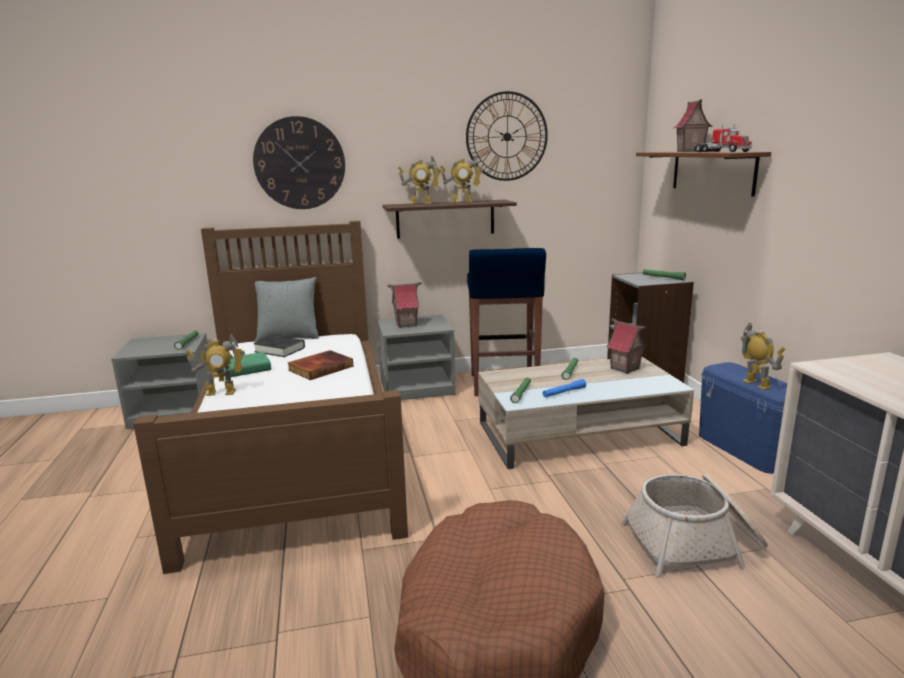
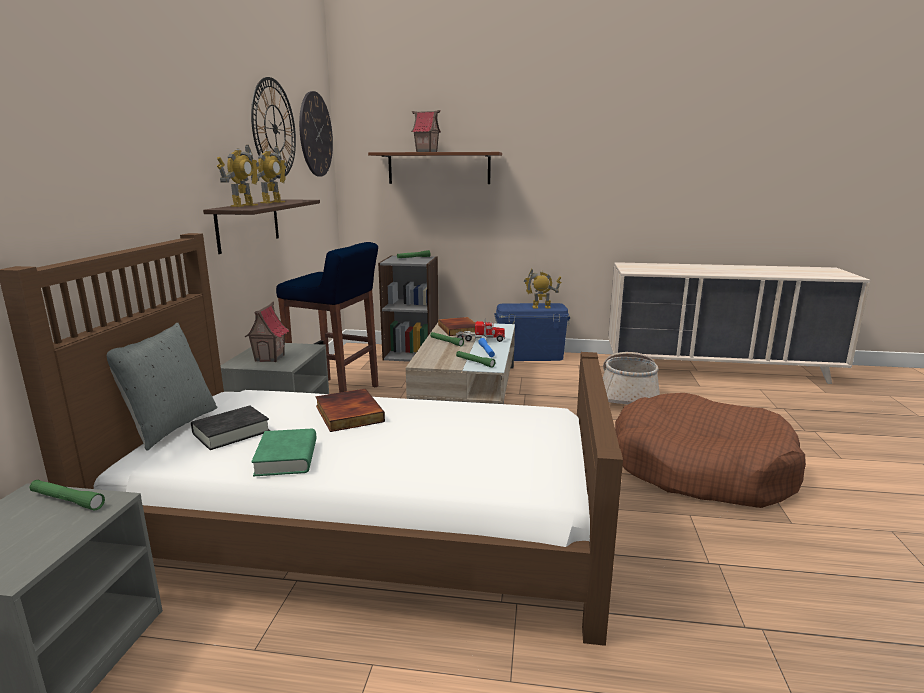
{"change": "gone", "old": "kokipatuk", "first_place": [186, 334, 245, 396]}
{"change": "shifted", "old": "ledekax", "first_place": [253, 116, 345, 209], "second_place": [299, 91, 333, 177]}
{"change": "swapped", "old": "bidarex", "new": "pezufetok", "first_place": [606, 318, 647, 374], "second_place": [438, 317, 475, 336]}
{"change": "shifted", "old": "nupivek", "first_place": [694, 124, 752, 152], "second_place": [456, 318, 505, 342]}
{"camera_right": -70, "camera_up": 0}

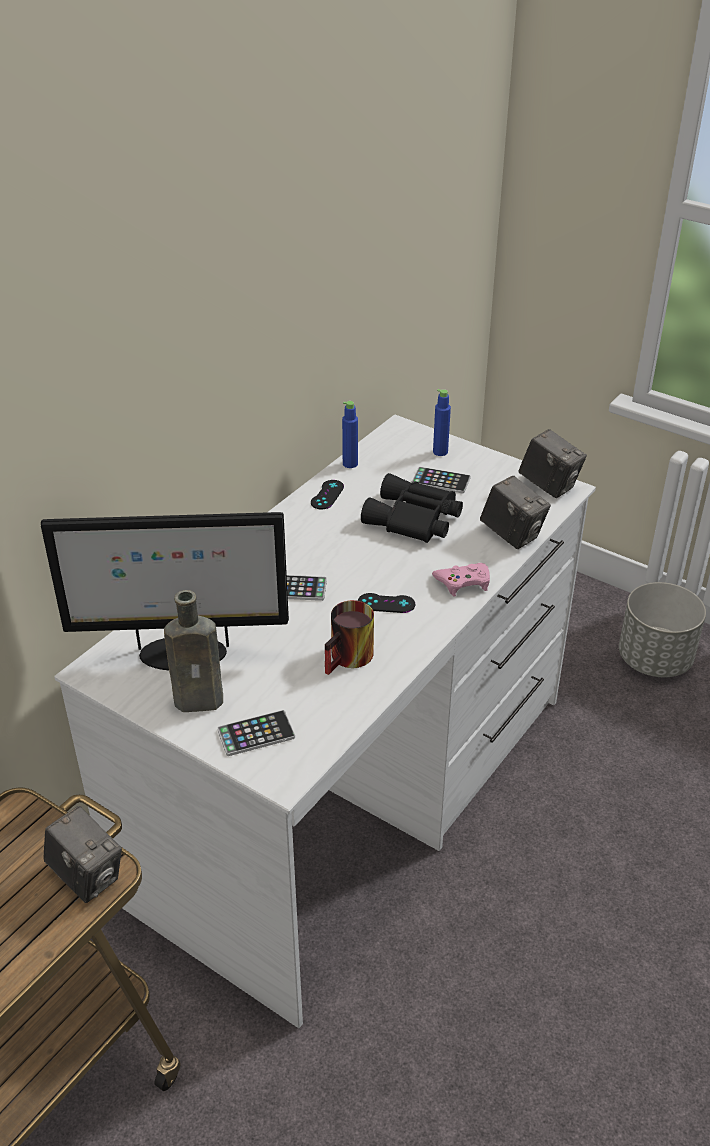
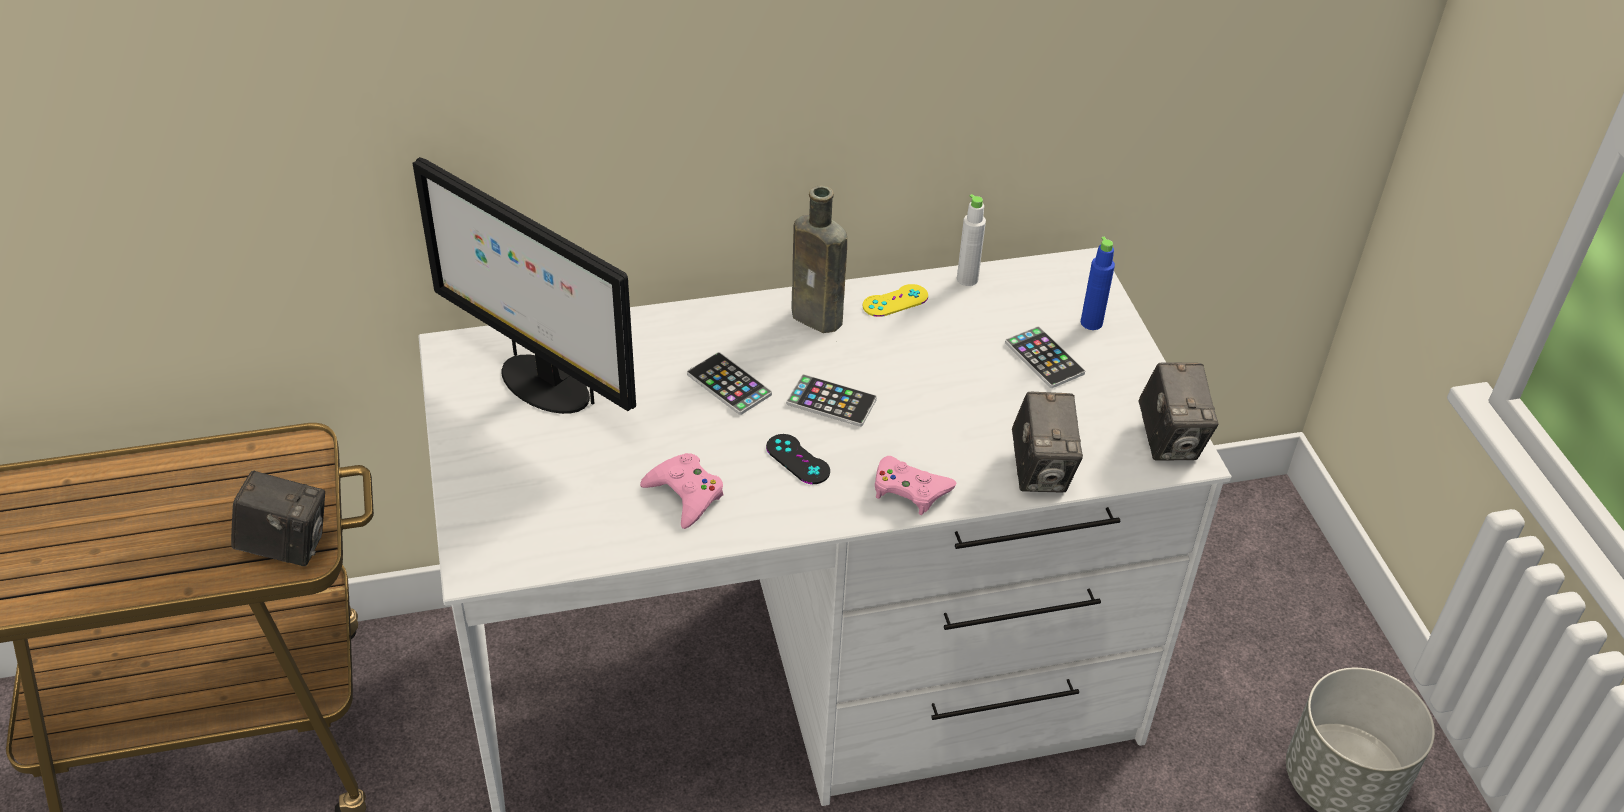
{"change": "rotated", "old": "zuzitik", "first_place": [43, 806, 122, 903], "second_place": [231, 470, 325, 566], "degrees": -75}
{"change": "shifted", "old": "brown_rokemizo", "first_place": [164, 590, 223, 712], "second_place": [791, 186, 847, 333]}
{"change": "shifted", "old": "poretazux", "first_place": [217, 710, 295, 756], "second_place": [786, 374, 877, 427]}
{"change": "repainted", "old": "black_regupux", "new": "yellow_regupux", "first_place": [311, 480, 344, 509], "second_place": [863, 284, 928, 317]}
{"change": "swapped", "old": "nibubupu", "new": "pink_regupux", "first_place": [325, 600, 374, 675], "second_place": [640, 453, 724, 529]}
{"change": "repainted", "old": "blue_rokemizo", "new": "white_rokemizo", "first_place": [342, 401, 358, 468], "second_place": [957, 194, 986, 286]}
{"change": "gone", "old": "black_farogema", "first_place": [361, 473, 463, 543]}
{"camera_right": 40, "camera_up": 5}

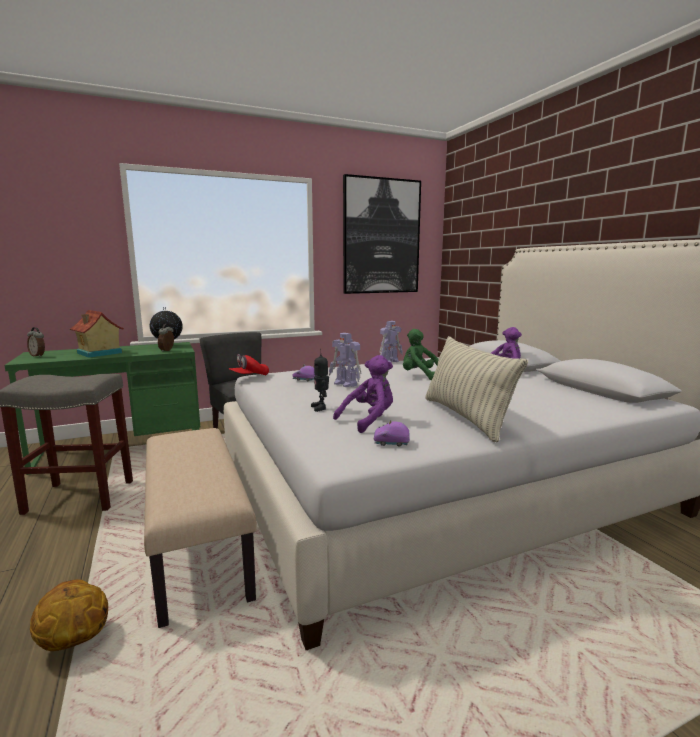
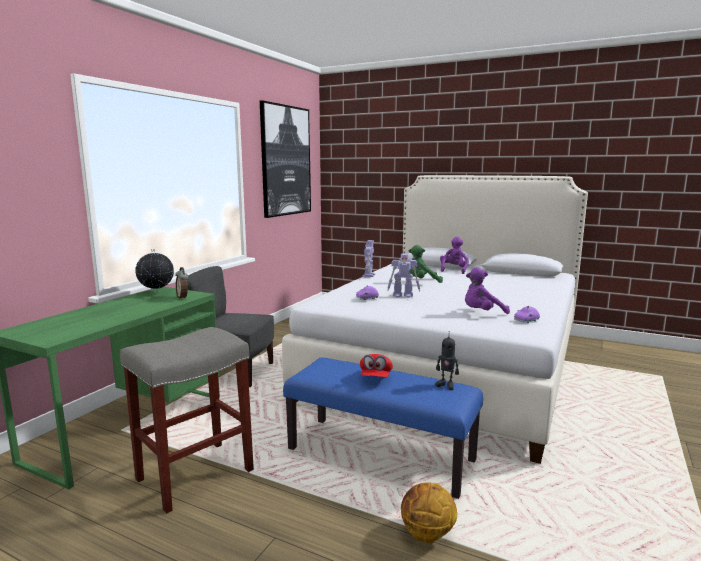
{"change": "gone", "old": "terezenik", "first_place": [27, 327, 45, 357]}
{"change": "gone", "old": "bidarex", "first_place": [70, 310, 124, 358]}
{"change": "repainted", "old": "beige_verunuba", "new": "blue_verunuba", "first_place": [144, 428, 257, 628], "second_place": [283, 358, 483, 499]}
{"change": "shifted", "old": "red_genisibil", "first_place": [229, 354, 269, 375], "second_place": [360, 354, 393, 377]}
{"change": "shifted", "old": "kokipatuk", "first_place": [311, 355, 329, 412], "second_place": [435, 331, 459, 390]}
{"change": "rotated", "old": "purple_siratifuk", "first_place": [333, 355, 393, 433], "second_place": [465, 267, 510, 314], "degrees": -120}
{"change": "gone", "old": "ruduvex", "first_place": [425, 336, 528, 442]}
{"camera_right": -40, "camera_up": 0}

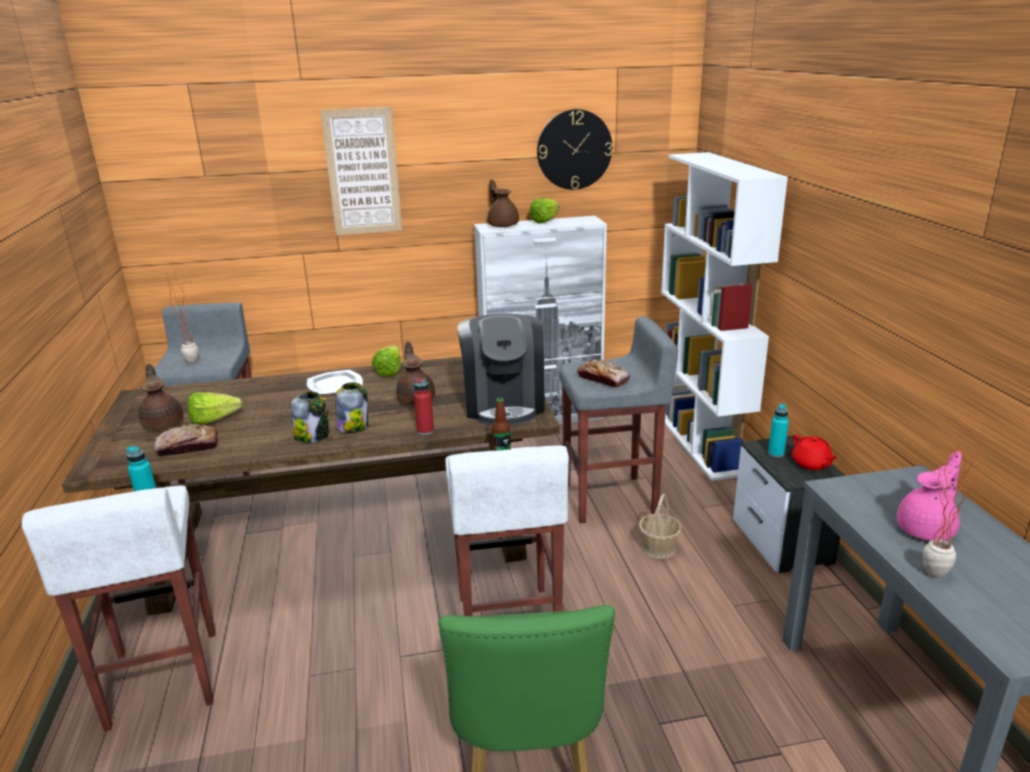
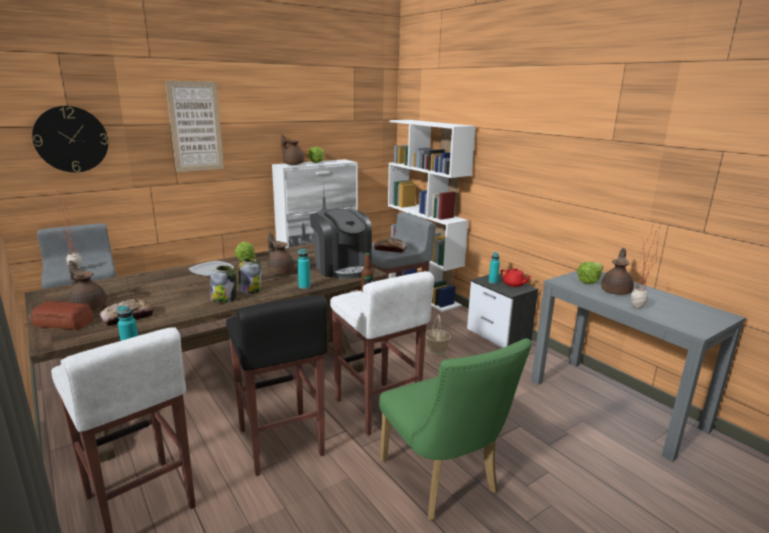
{"change": "shifted", "old": "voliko", "first_place": [187, 392, 243, 425], "second_place": [577, 262, 603, 284]}
{"change": "repainted", "old": "red_rokemizo", "new": "turquoise_rokemizo", "first_place": [414, 378, 434, 435], "second_place": [298, 249, 310, 289]}
{"change": "shifted", "old": "ledekax", "first_place": [537, 109, 612, 190], "second_place": [32, 106, 108, 172]}
{"change": "repainted", "old": "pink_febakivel", "new": "brown_febakivel", "first_place": [897, 451, 962, 541], "second_place": [601, 248, 634, 295]}
{"change": "new", "new": "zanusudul", "second_place": [31, 301, 94, 330]}
{"change": "new", "new": "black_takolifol", "second_place": [226, 295, 327, 476]}
{"camera_right": -25, "camera_up": -5}

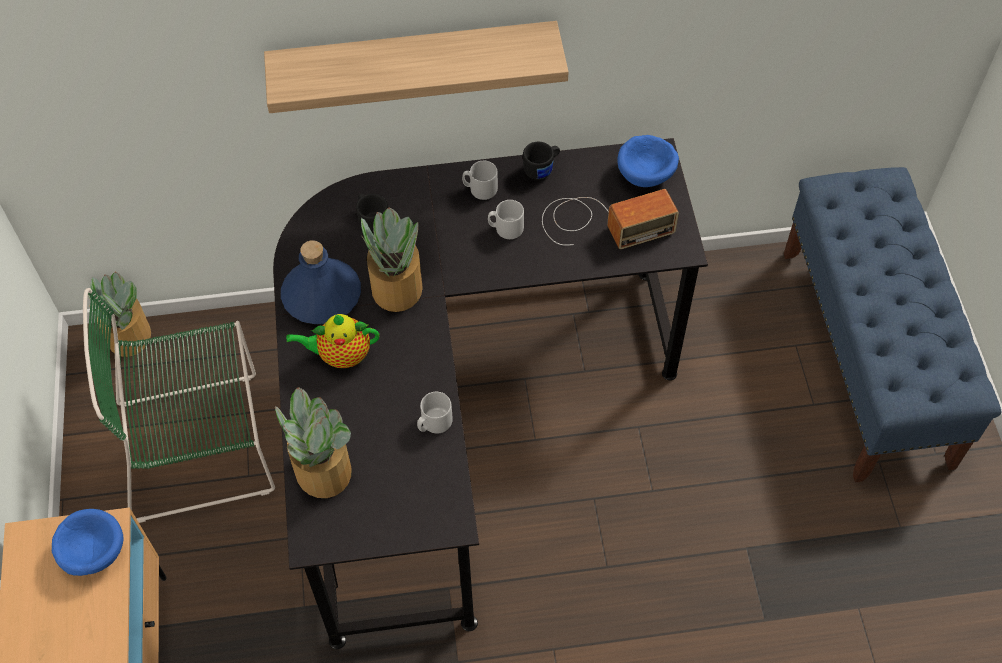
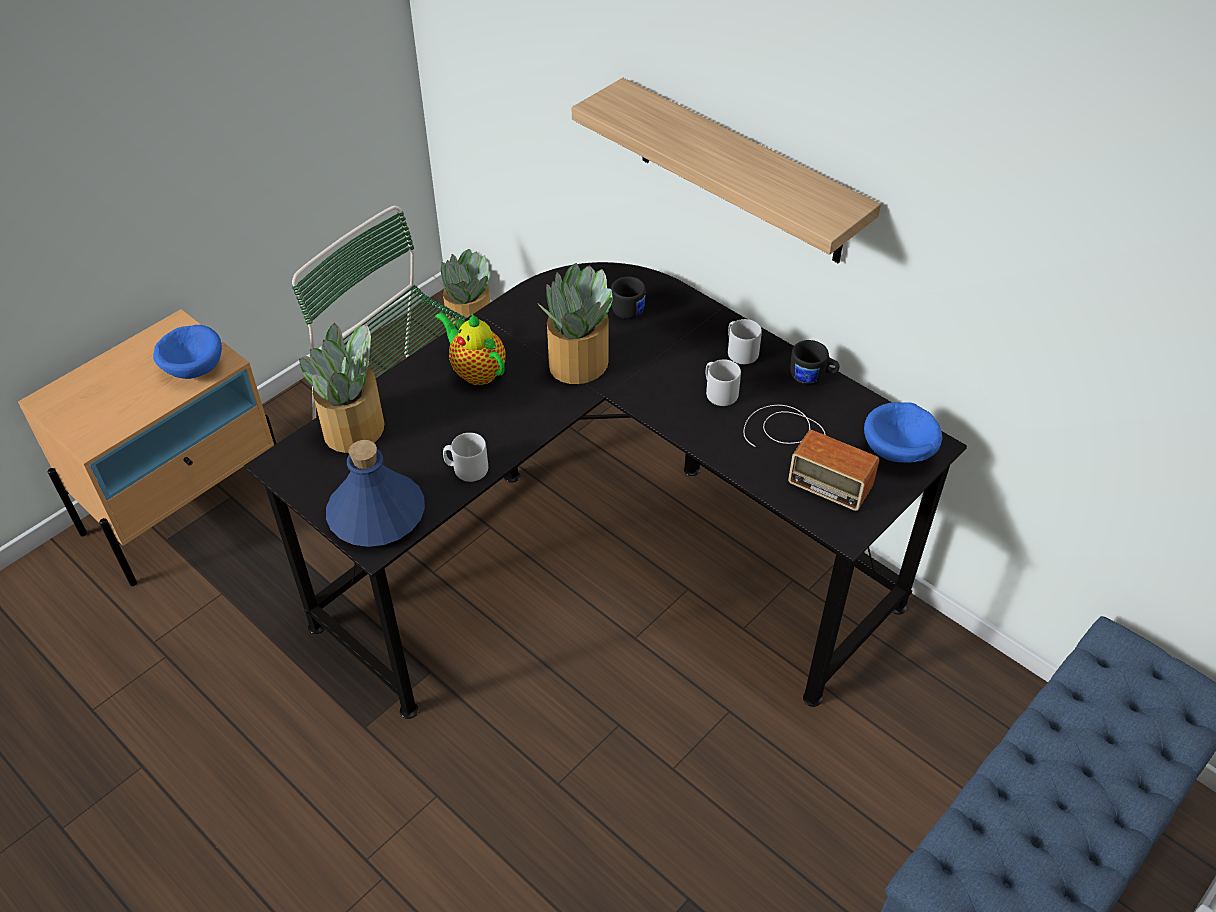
{"change": "shifted", "old": "blue_rokemizo", "first_place": [281, 240, 361, 324], "second_place": [326, 440, 425, 547]}
{"camera_right": 50, "camera_up": -10}

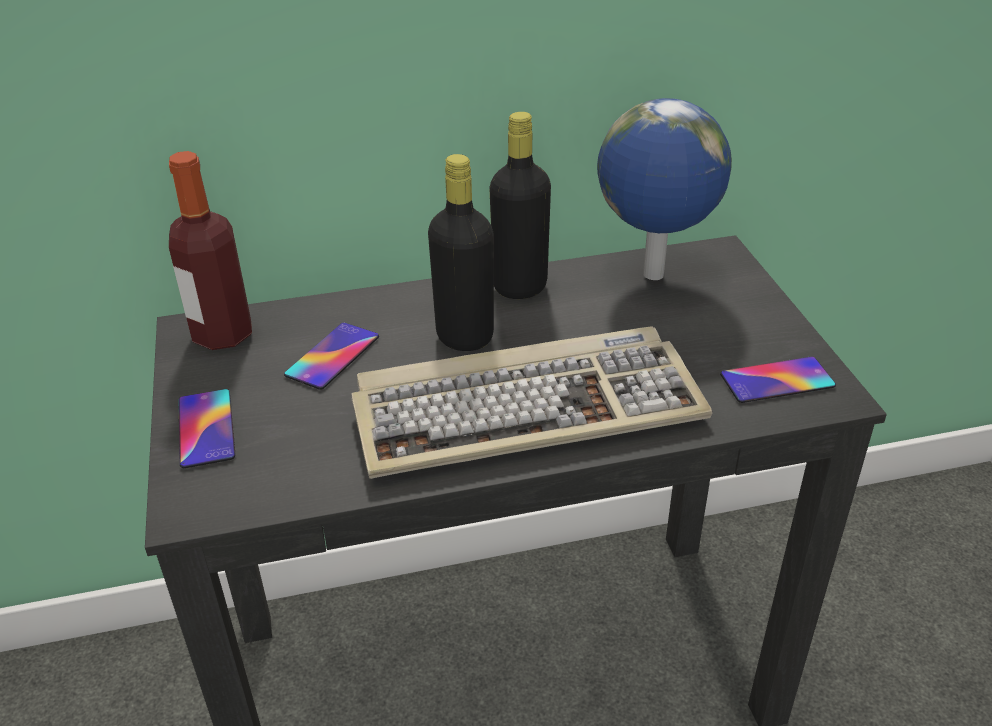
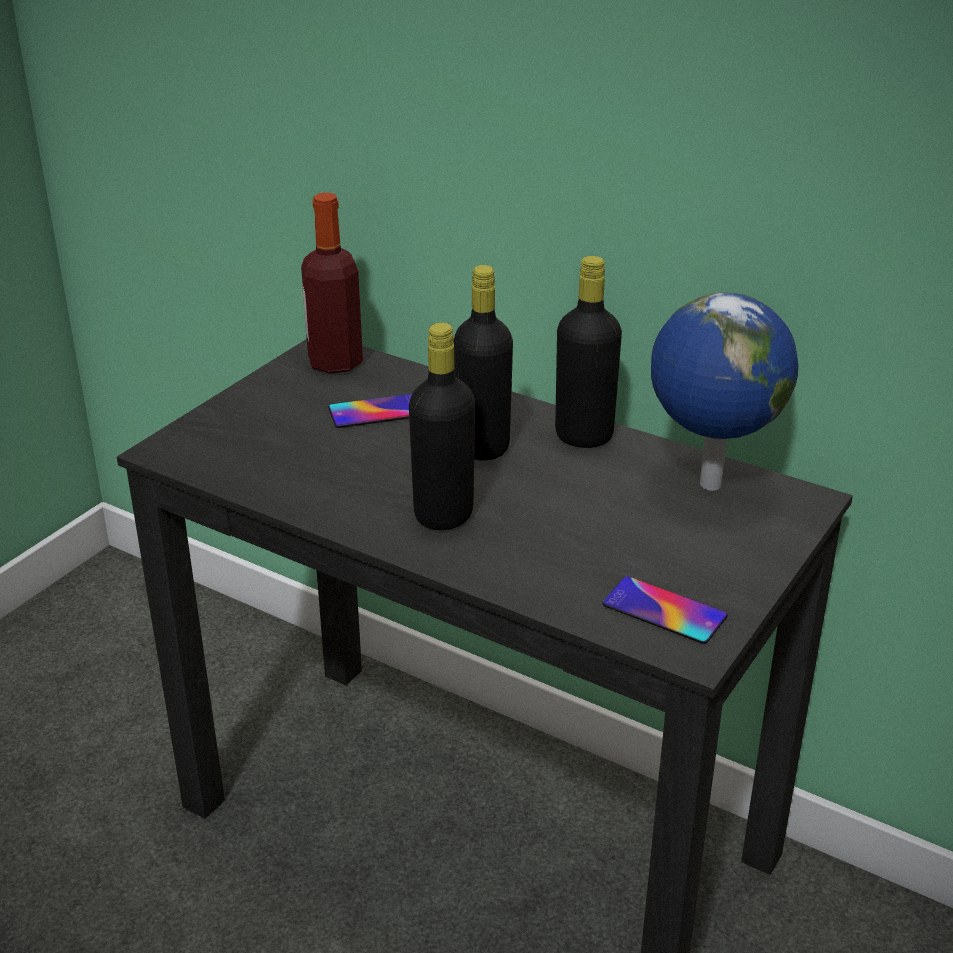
{"change": "gone", "old": "poretazux", "first_place": [178, 389, 235, 468]}
{"change": "swapped", "old": "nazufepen", "new": "black_rokemizo", "first_place": [352, 326, 713, 479], "second_place": [409, 323, 475, 530]}
{"camera_right": 45, "camera_up": -5}

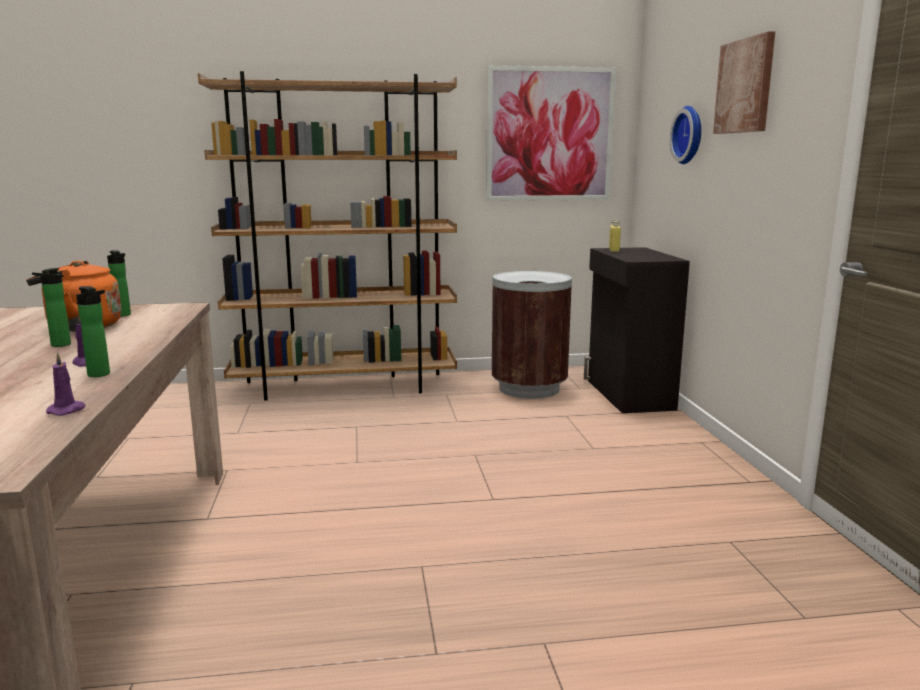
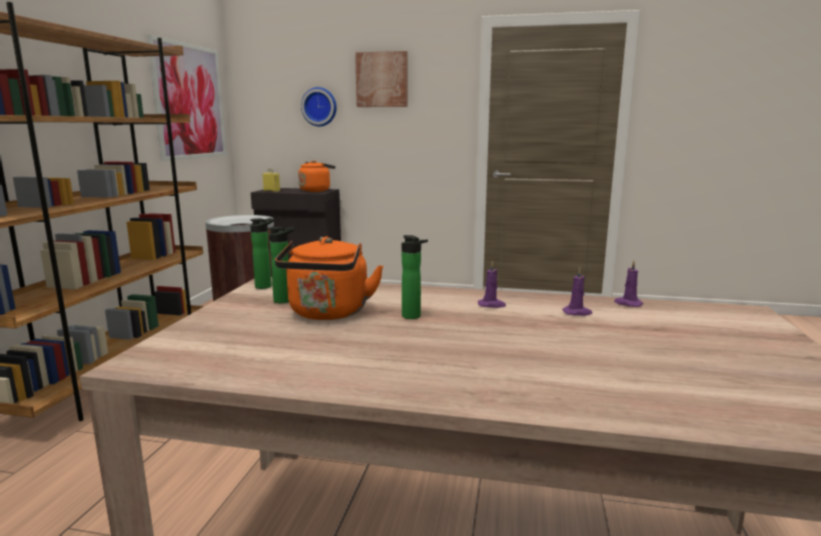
{"change": "shifted", "old": "rokemizo", "first_place": [76, 286, 110, 377], "second_place": [250, 218, 274, 289]}
{"change": "new", "new": "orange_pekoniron", "second_place": [298, 160, 336, 192]}
{"change": "new", "new": "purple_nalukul", "second_place": [562, 267, 592, 316]}
{"camera_right": -70, "camera_up": 0}

